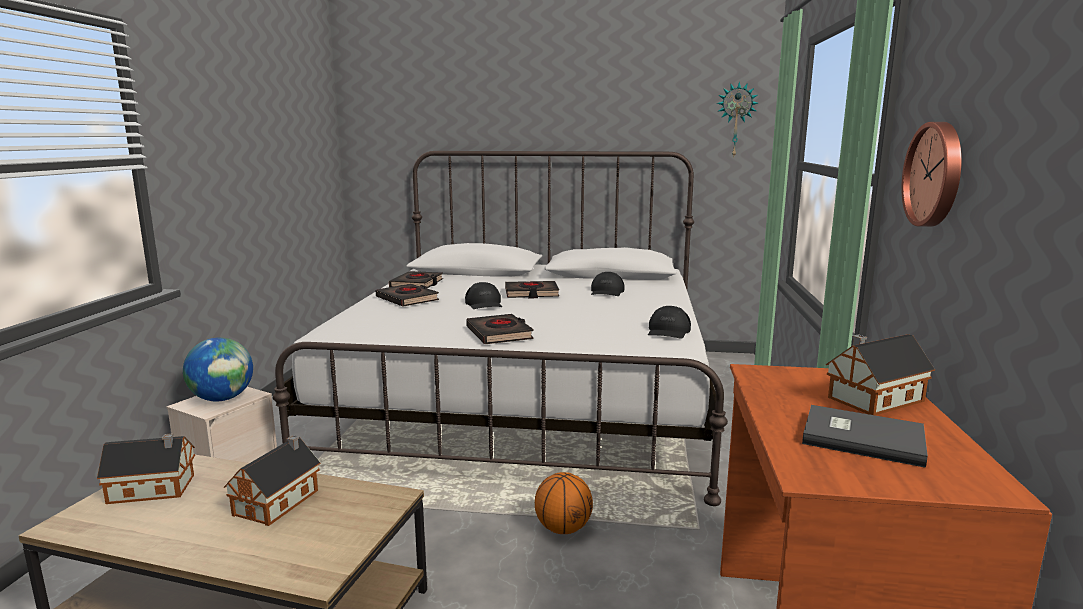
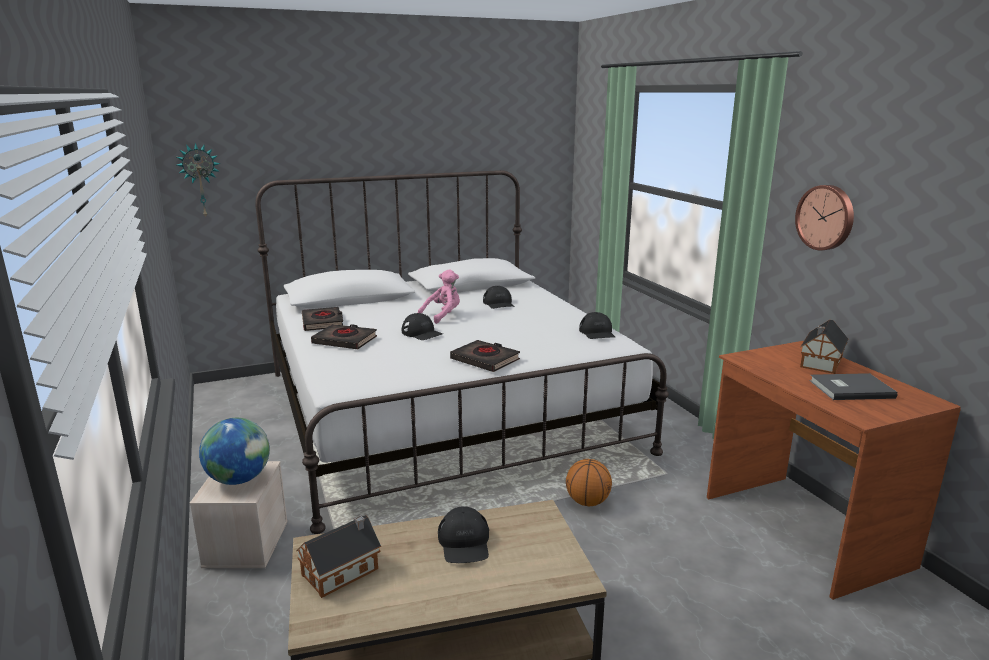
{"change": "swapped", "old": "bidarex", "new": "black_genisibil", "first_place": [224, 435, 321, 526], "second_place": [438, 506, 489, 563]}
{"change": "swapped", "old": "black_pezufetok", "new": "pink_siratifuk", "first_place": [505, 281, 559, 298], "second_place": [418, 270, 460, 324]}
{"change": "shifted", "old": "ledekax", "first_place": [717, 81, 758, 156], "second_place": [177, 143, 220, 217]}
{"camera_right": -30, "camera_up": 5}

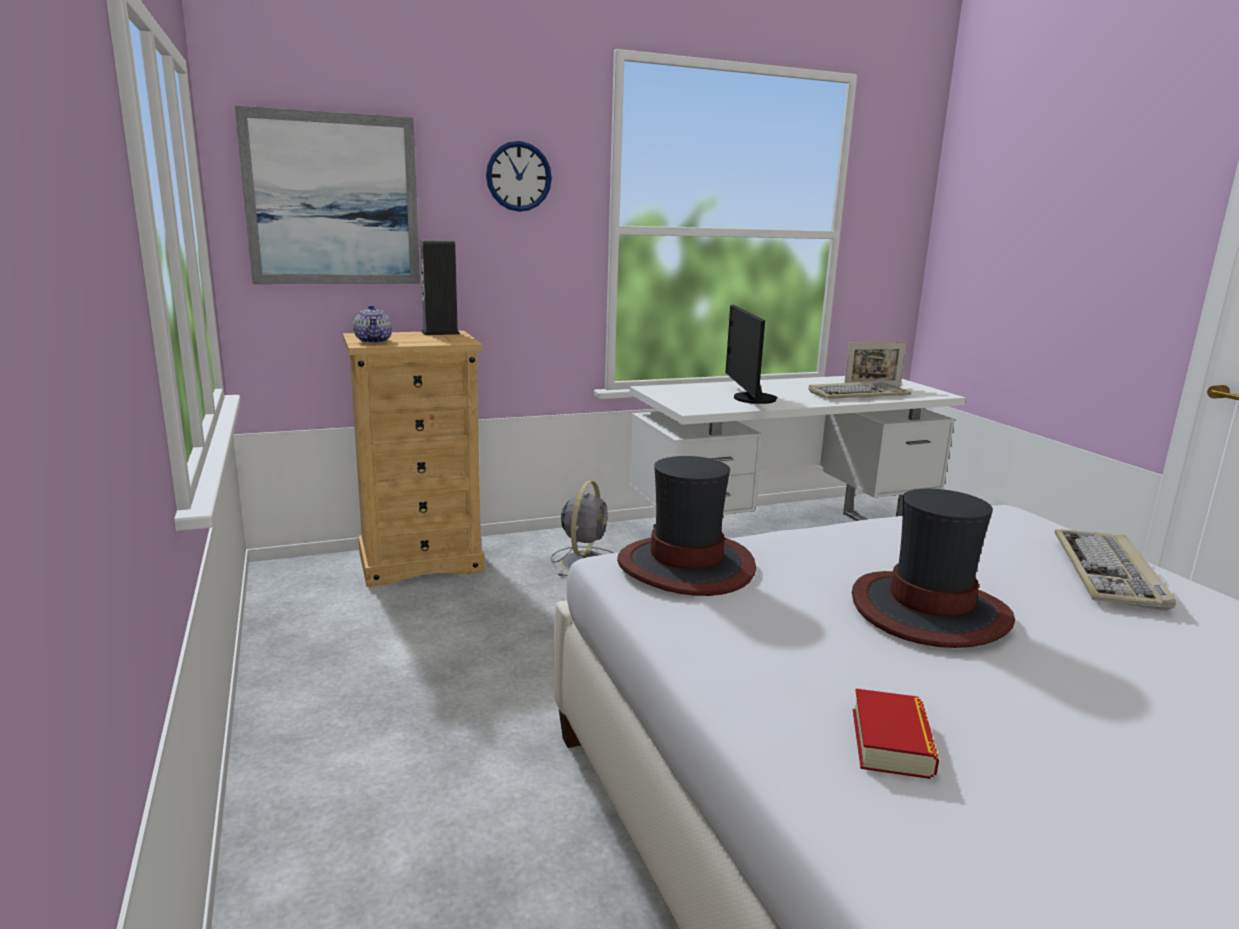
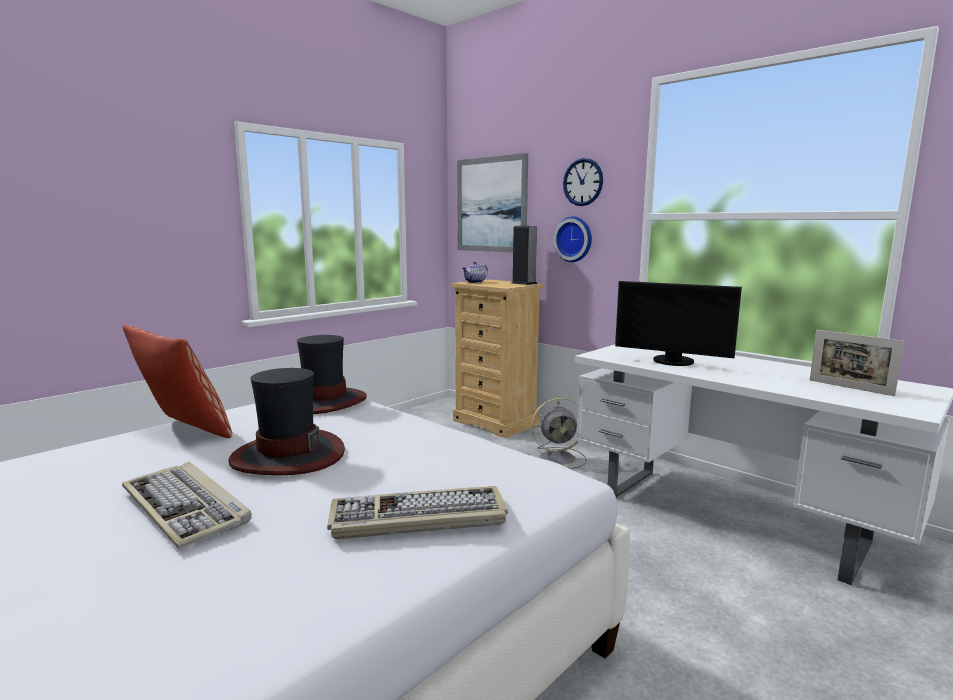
{"change": "rotated", "old": "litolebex", "first_place": [725, 305, 777, 404], "second_place": [615, 281, 742, 366], "degrees": -120}
{"change": "shifted", "old": "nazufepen", "first_place": [809, 382, 911, 399], "second_place": [122, 462, 252, 549]}
{"change": "gone", "old": "pezufetok", "first_place": [853, 689, 939, 779]}
{"change": "new", "new": "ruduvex", "second_place": [123, 324, 232, 438]}
{"change": "new", "new": "ledekax", "second_place": [553, 216, 592, 262]}
{"camera_right": 65, "camera_up": -5}

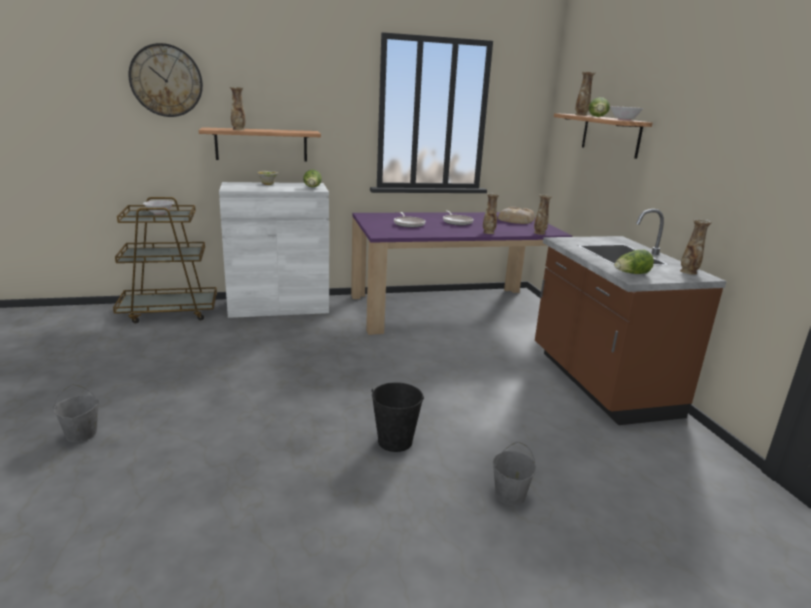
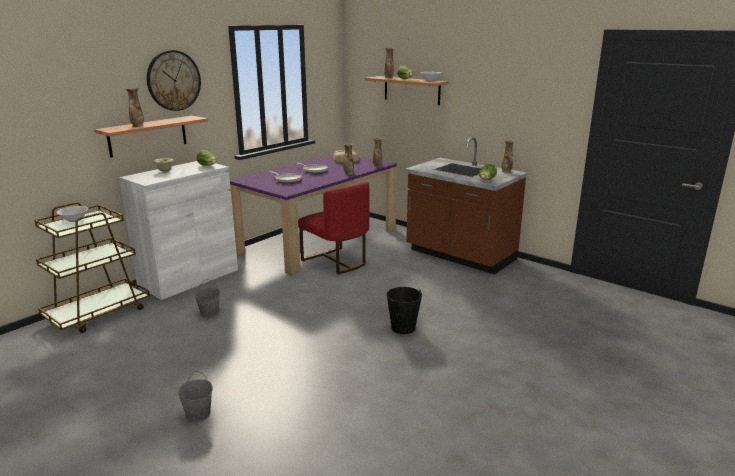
{"change": "shifted", "old": "ledekax", "first_place": [129, 43, 203, 117], "second_place": [147, 50, 201, 111]}
{"change": "shifted", "old": "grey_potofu", "first_place": [493, 442, 536, 505], "second_place": [195, 279, 220, 317]}
{"change": "new", "new": "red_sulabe", "second_place": [298, 182, 370, 274]}
{"camera_right": -35, "camera_up": 0}

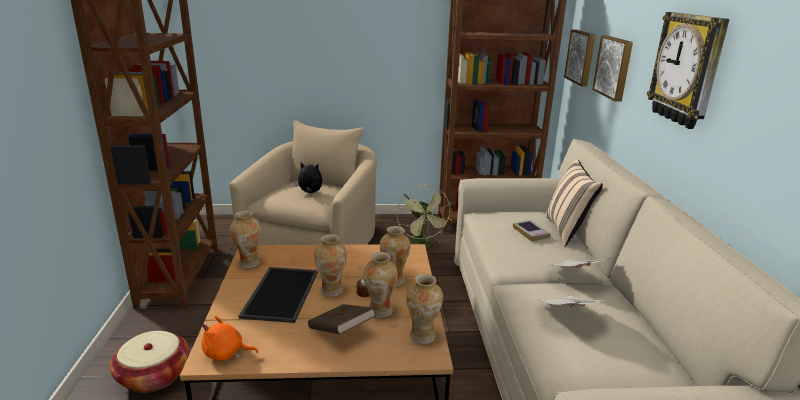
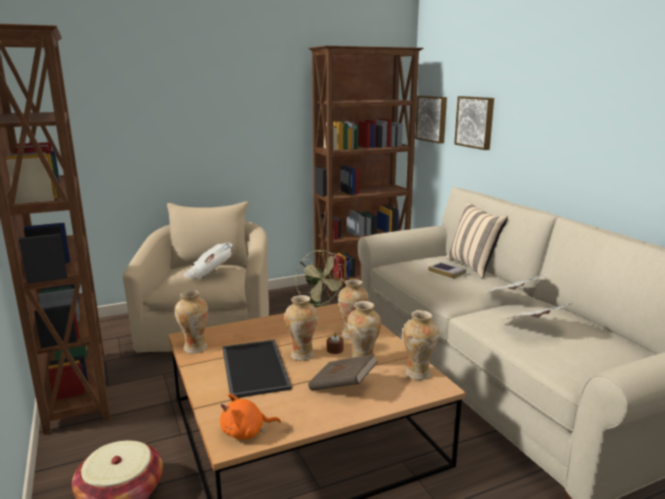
{"change": "swapped", "old": "siratifuk", "new": "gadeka", "first_place": [294, 162, 322, 193], "second_place": [183, 243, 233, 280]}
{"change": "gone", "old": "ledekax", "first_place": [647, 12, 730, 129]}
{"camera_right": -20, "camera_up": -5}

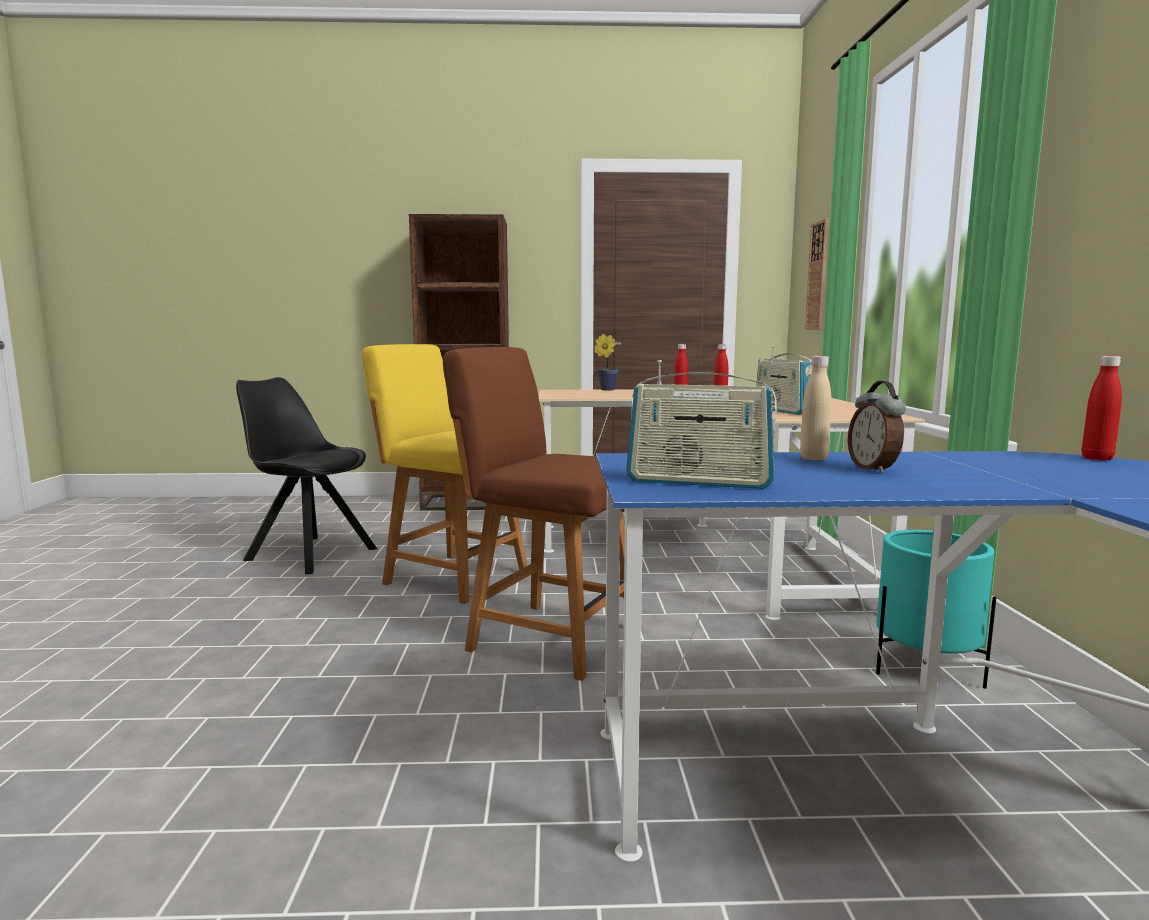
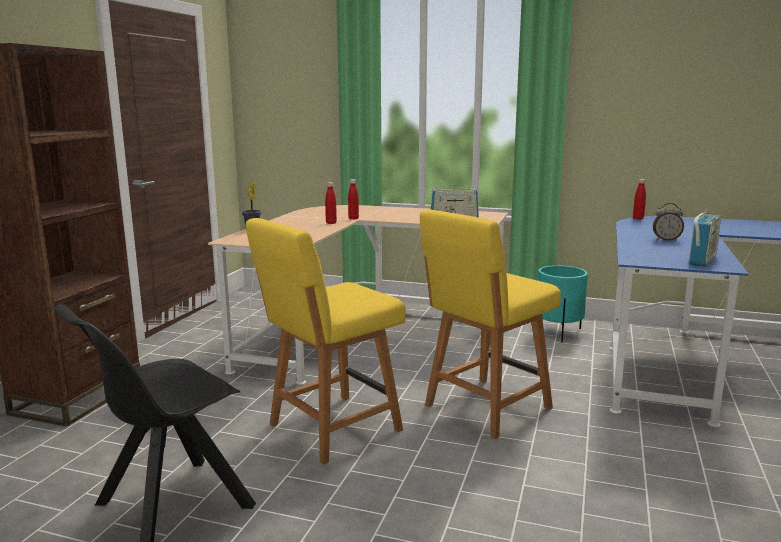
{"change": "repainted", "old": "brown_sulabe", "new": "yellow_sulabe", "first_place": [443, 347, 625, 681], "second_place": [420, 210, 561, 439]}
{"change": "gone", "old": "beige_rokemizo", "first_place": [800, 356, 832, 460]}
{"change": "gone", "old": "ledekax", "first_place": [805, 219, 829, 330]}
{"camera_right": -70, "camera_up": 5}

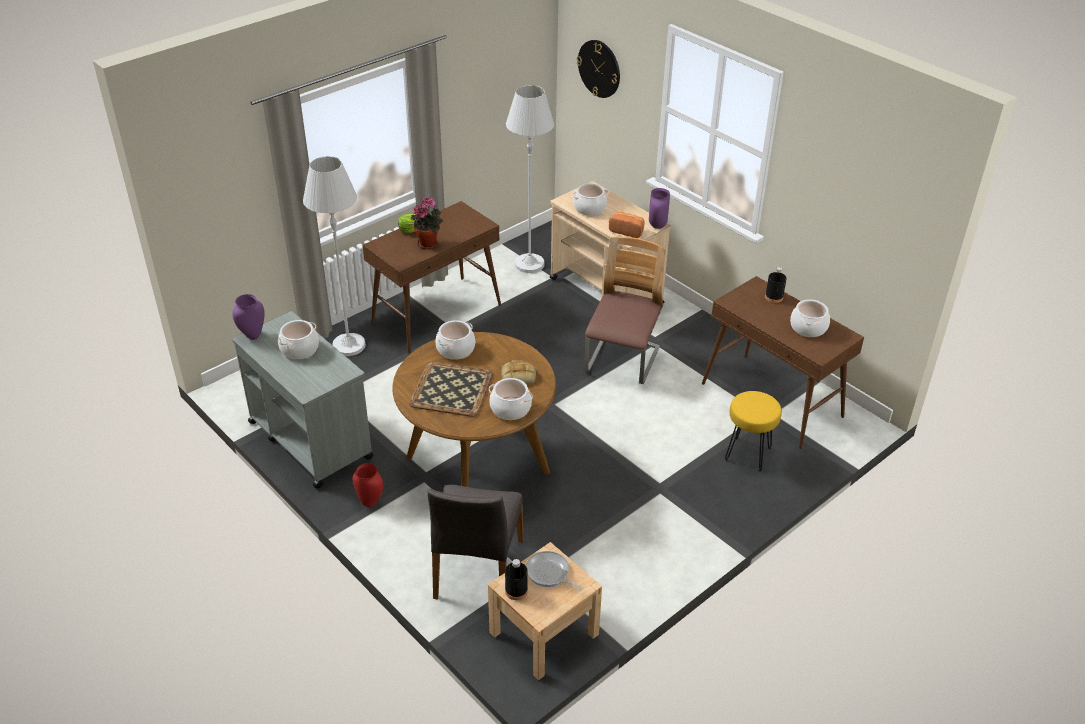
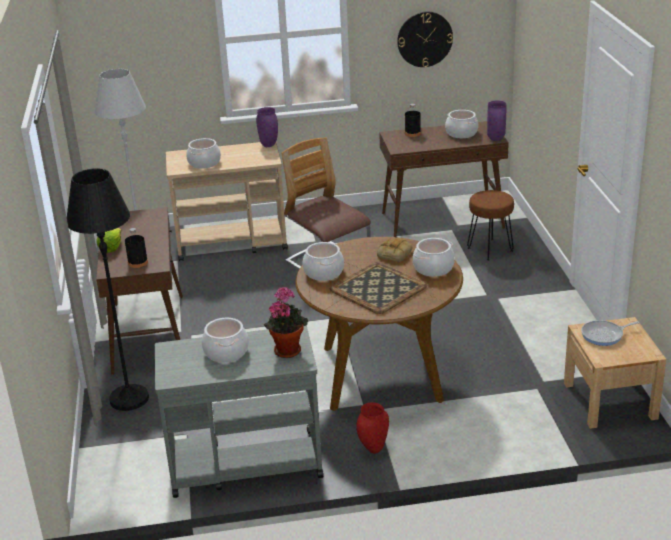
{"change": "shifted", "old": "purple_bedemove", "first_place": [232, 294, 265, 340], "second_place": [487, 100, 507, 141]}
{"change": "repainted", "old": "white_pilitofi", "new": "black_pilitofi", "first_place": [303, 156, 366, 356], "second_place": [67, 168, 149, 411]}
{"change": "shifted", "old": "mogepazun", "first_place": [411, 197, 443, 249], "second_place": [264, 287, 308, 358]}
{"change": "gone", "old": "grey_sulabe", "first_place": [427, 485, 523, 599]}
{"change": "shifted", "old": "black_rokemizo", "first_place": [505, 559, 528, 600], "second_place": [125, 228, 148, 268]}
{"change": "shifted", "old": "ledekax", "first_place": [577, 40, 620, 98], "second_place": [397, 12, 453, 67]}
{"change": "gone", "old": "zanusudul", "first_place": [609, 212, 645, 238]}
{"change": "repainted", "old": "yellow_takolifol", "new": "brown_takolifol", "first_place": [725, 391, 782, 472], "second_place": [467, 190, 514, 261]}
{"camera_right": -55, "camera_up": -10}

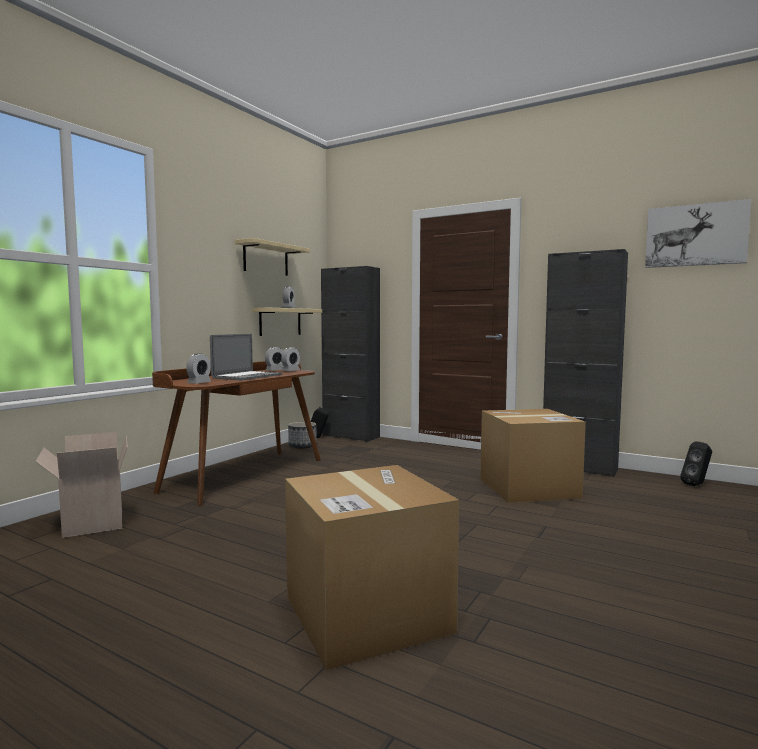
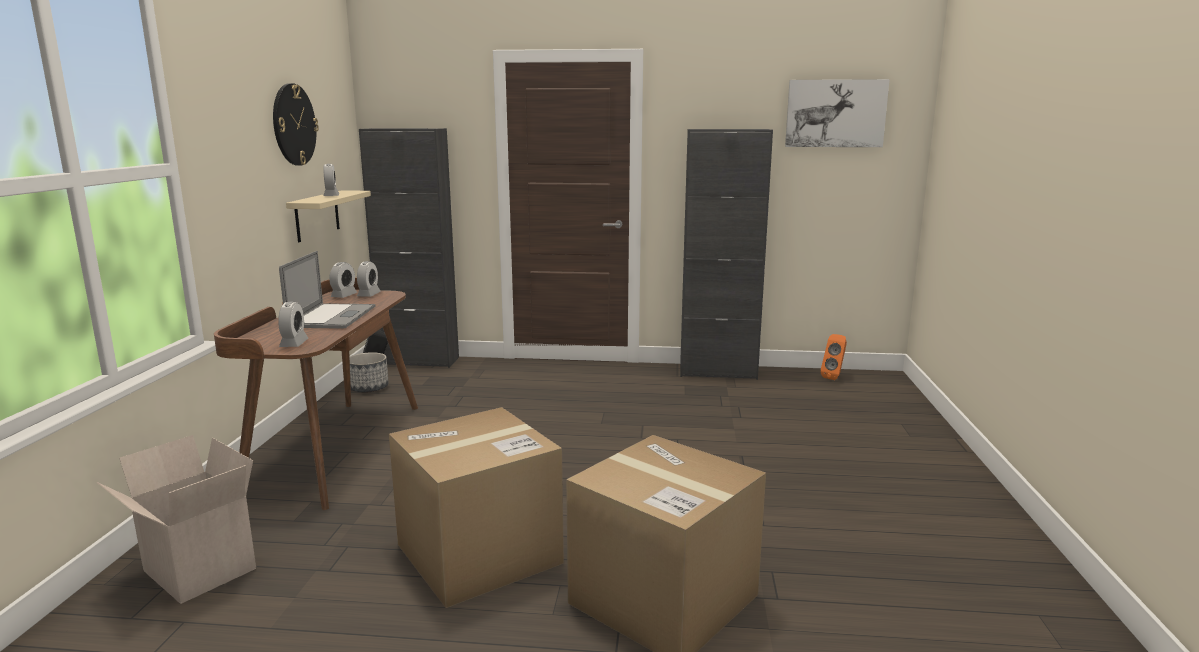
{"change": "swapped", "old": "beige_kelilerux", "new": "ledekax", "first_place": [235, 238, 310, 276], "second_place": [273, 83, 319, 166]}
{"change": "shifted", "old": "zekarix", "first_place": [480, 409, 586, 503], "second_place": [389, 407, 564, 608]}
{"change": "repainted", "old": "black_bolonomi", "new": "orange_bolonomi", "first_place": [680, 441, 712, 486], "second_place": [820, 334, 847, 380]}
{"camera_right": -25, "camera_up": 10}

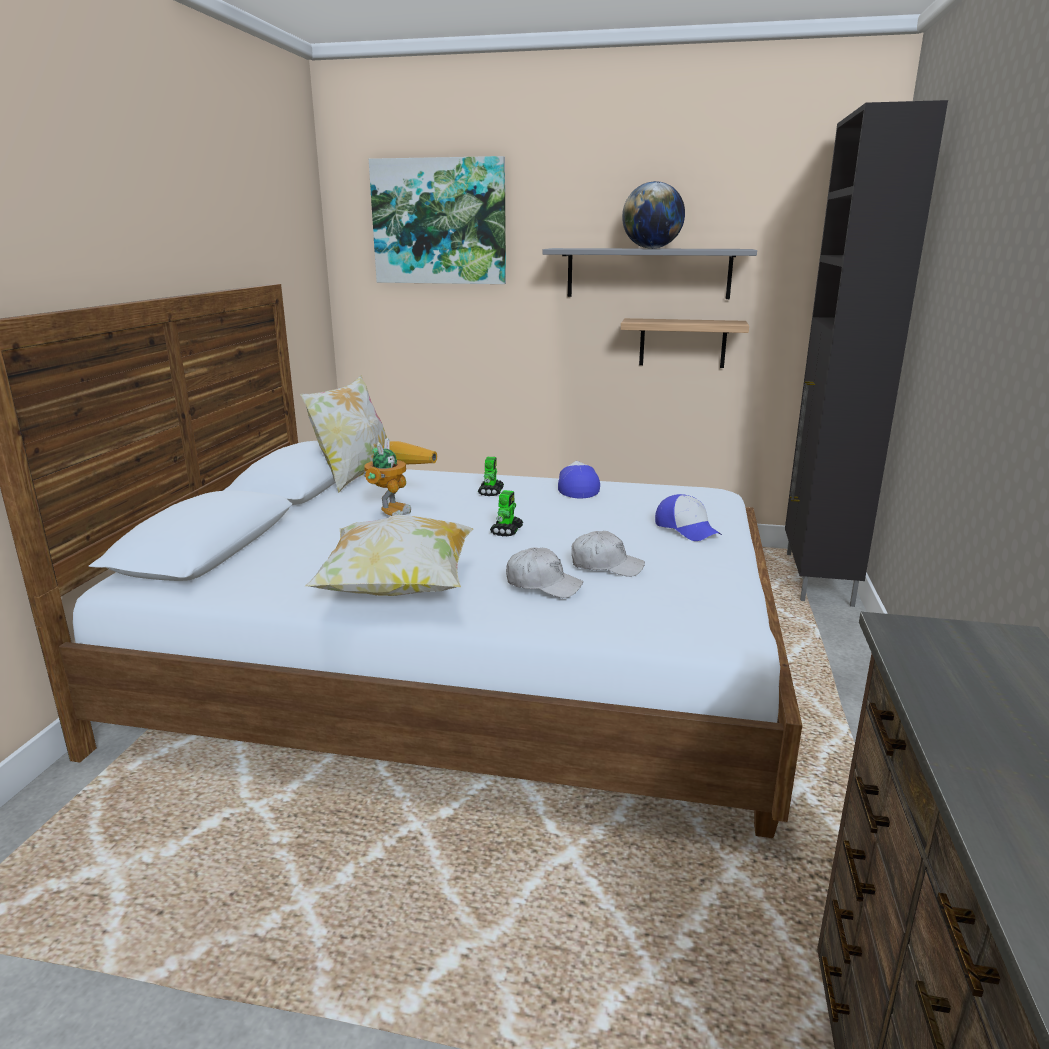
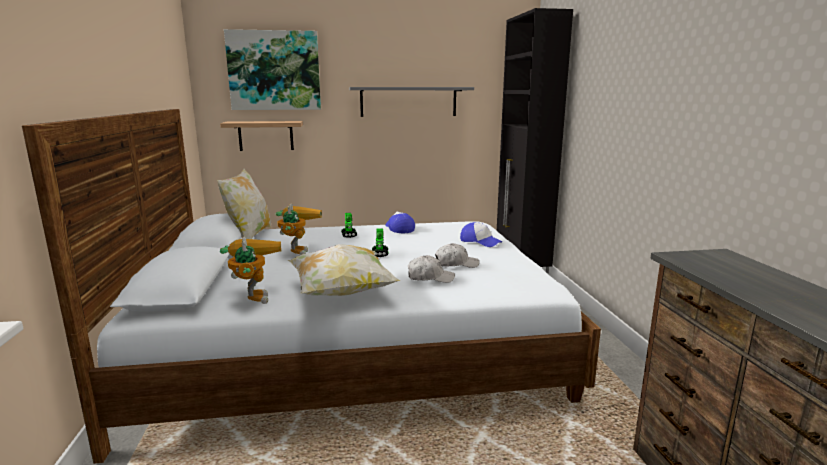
{"change": "shifted", "old": "kelilerux", "first_place": [621, 318, 749, 368], "second_place": [220, 121, 303, 151]}
{"change": "gone", "old": "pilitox", "first_place": [622, 181, 685, 249]}
{"change": "new", "new": "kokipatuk", "second_place": [220, 237, 281, 304]}
{"camera_right": -20, "camera_up": -5}

